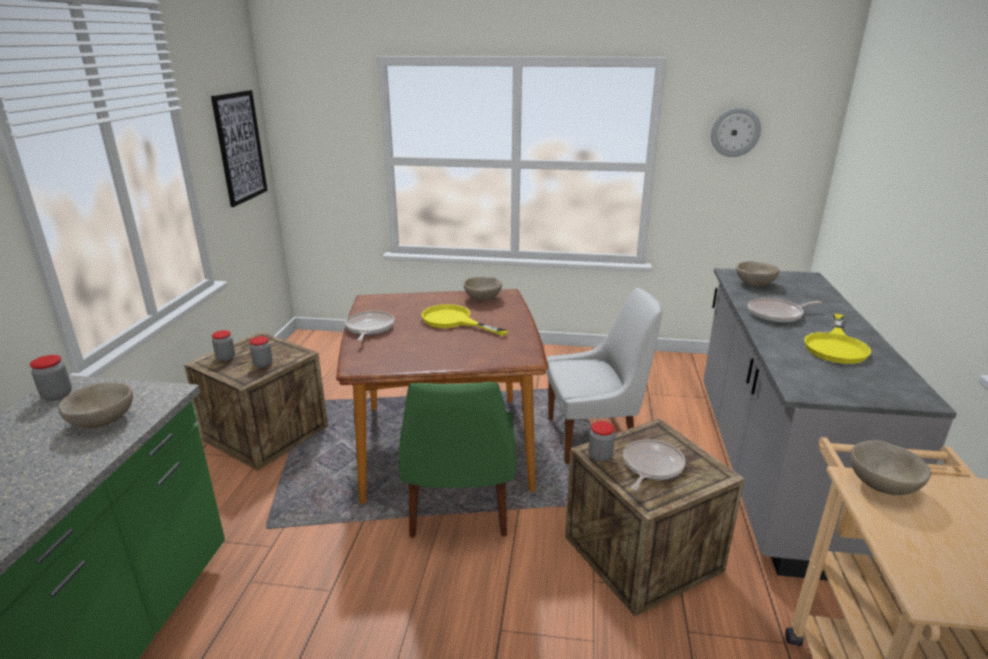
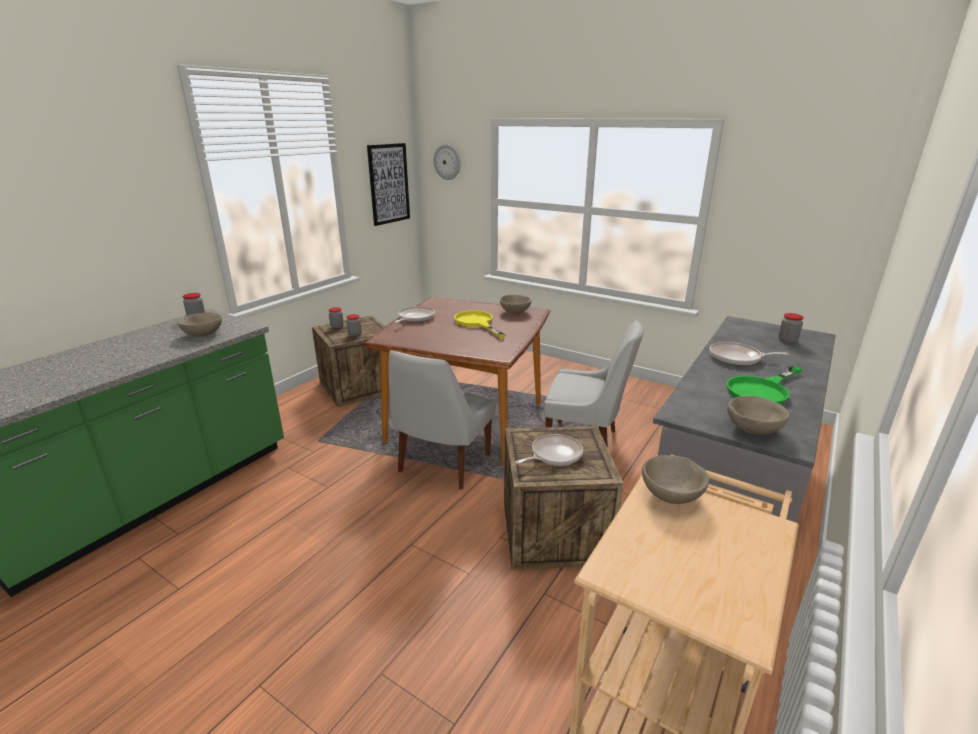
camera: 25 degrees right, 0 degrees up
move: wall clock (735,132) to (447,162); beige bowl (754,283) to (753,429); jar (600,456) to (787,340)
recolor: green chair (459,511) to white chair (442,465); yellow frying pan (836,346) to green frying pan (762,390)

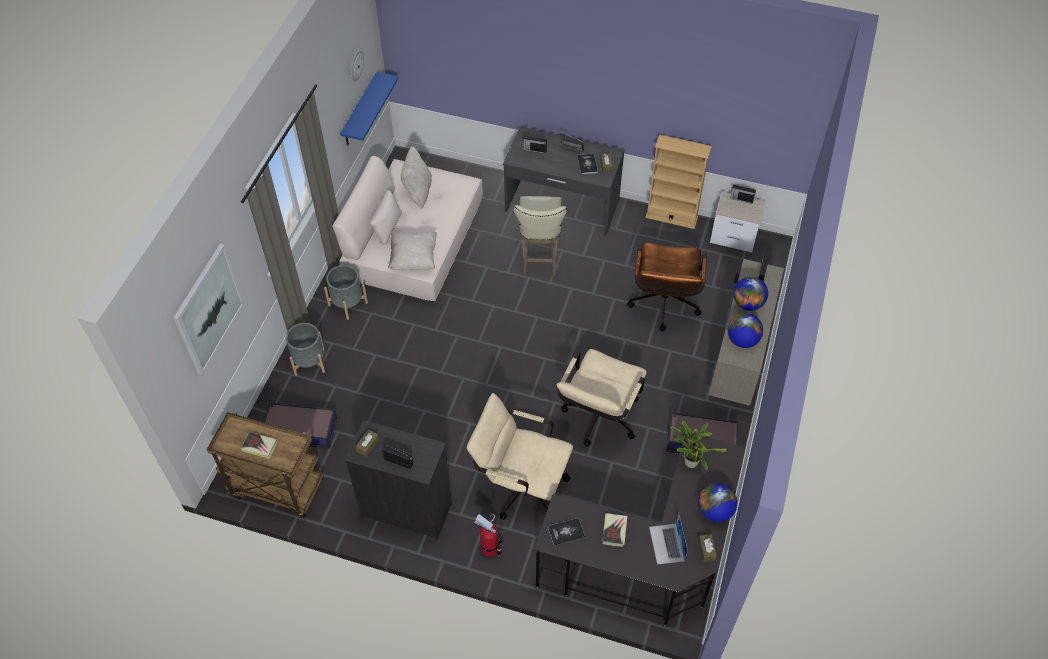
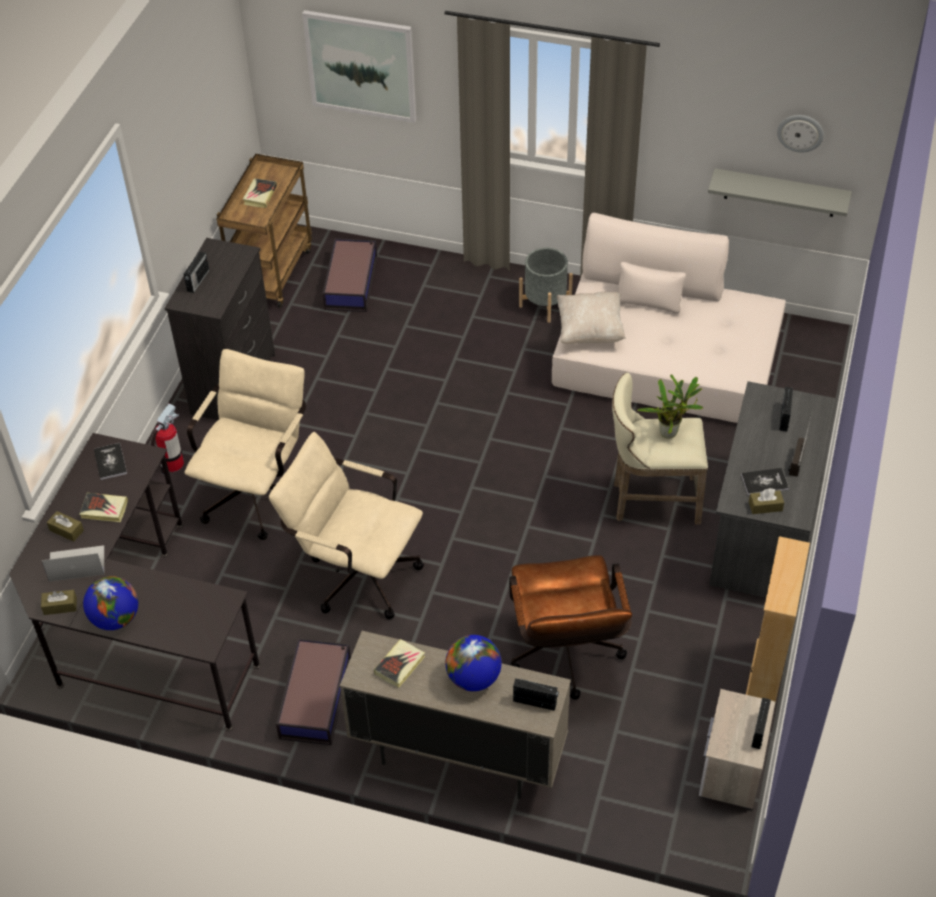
camera: 90 degrees right, 5 degrees down
delete: grey planter (309,362); beige pillow (418,191)
move: brown tissue box (368,445) to (66,530); potted plant (690,461) to (671,432)
replace: globe (742,340) to book (400,665)
recolor: blue shelf (360,110) to grey shelf (780,193)
rotate: brown office chair (663,307) = (565,659) 105 degrees counterclockwise

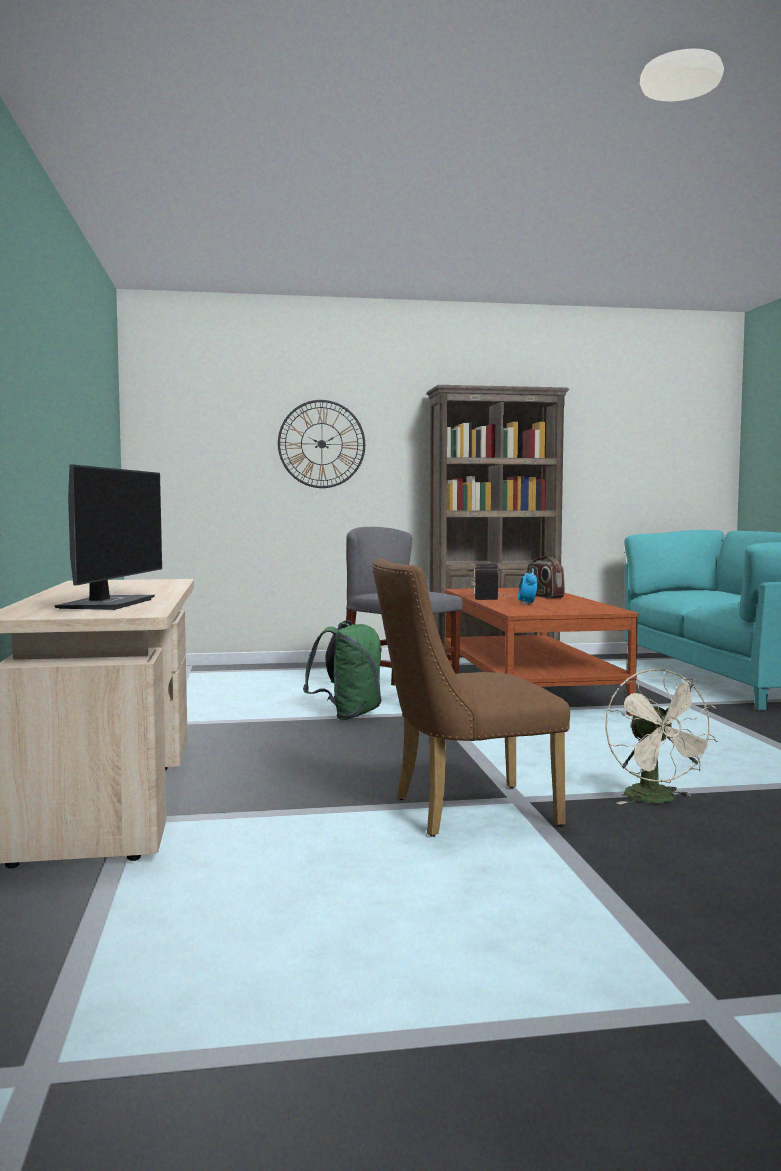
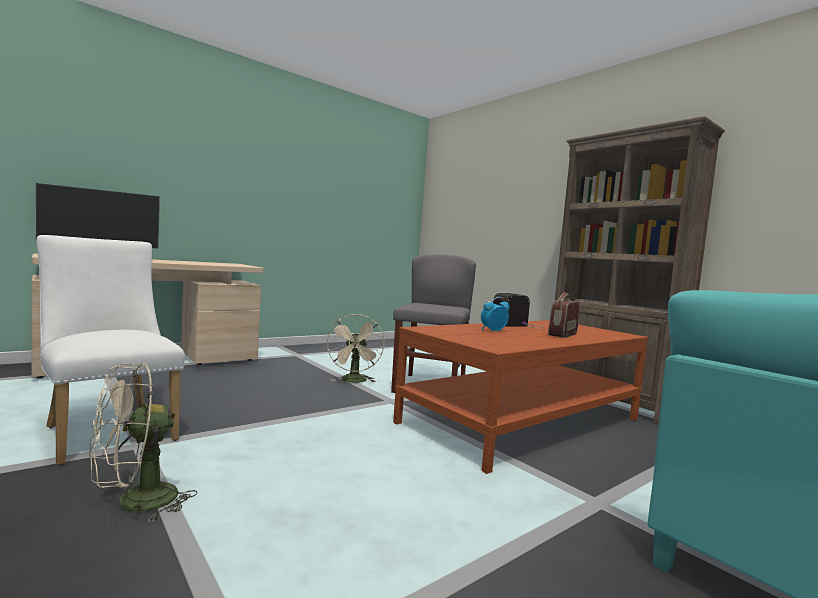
camera: 60 degrees right, 0 degrees up
delete: wall clock (321,444)
replace: green backpack (348,715) to beige fan (354,381)
recolor: brown chair (462,812) to white chair (107,431)

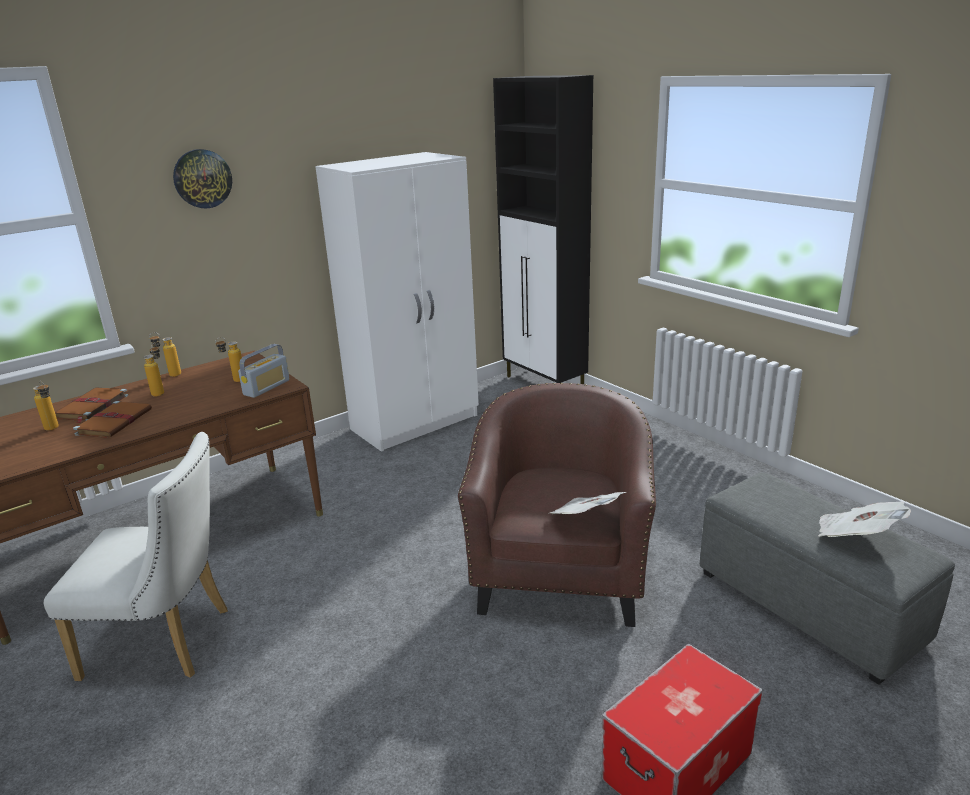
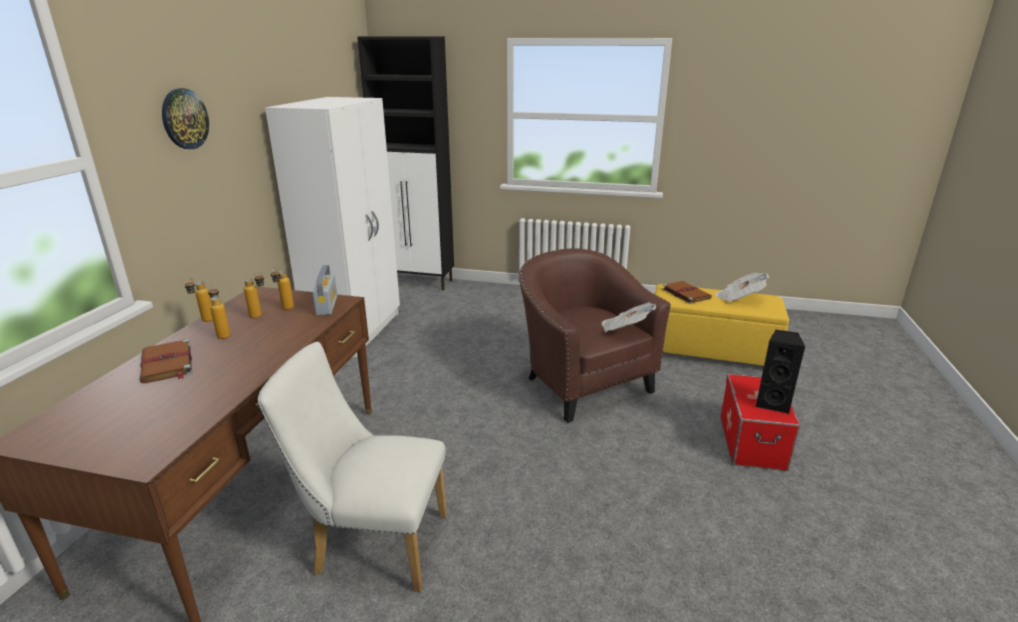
camera: 40 degrees left, 0 degrees up
insert: black speaker (772,403)
move: bottle (54,429) to (260,316); brown book (115,421) to (685,293)
recolor: grey ottoman (809,607) to yellow ottoman (711,351)
rotate: white chair (168,642) = (372,543) 135 degrees counterclockwise

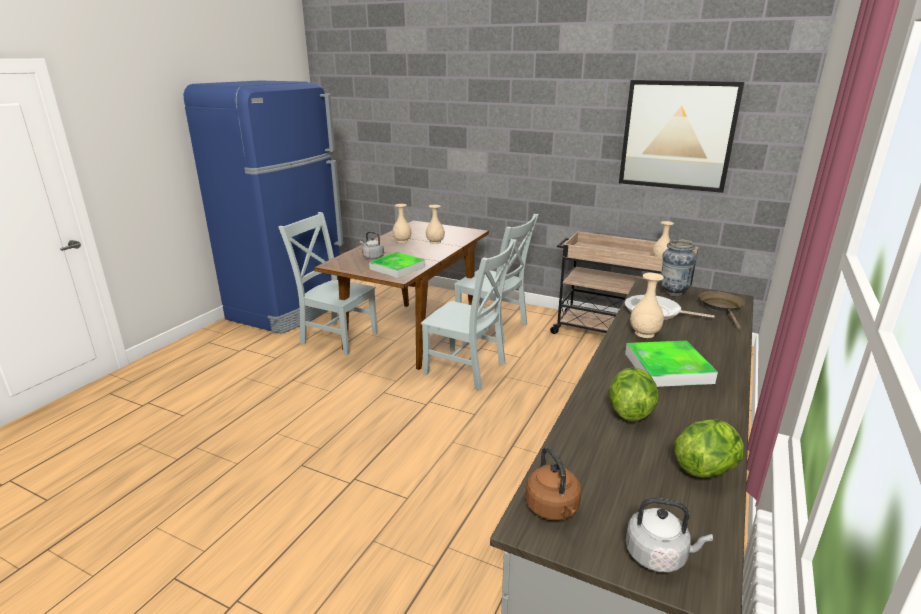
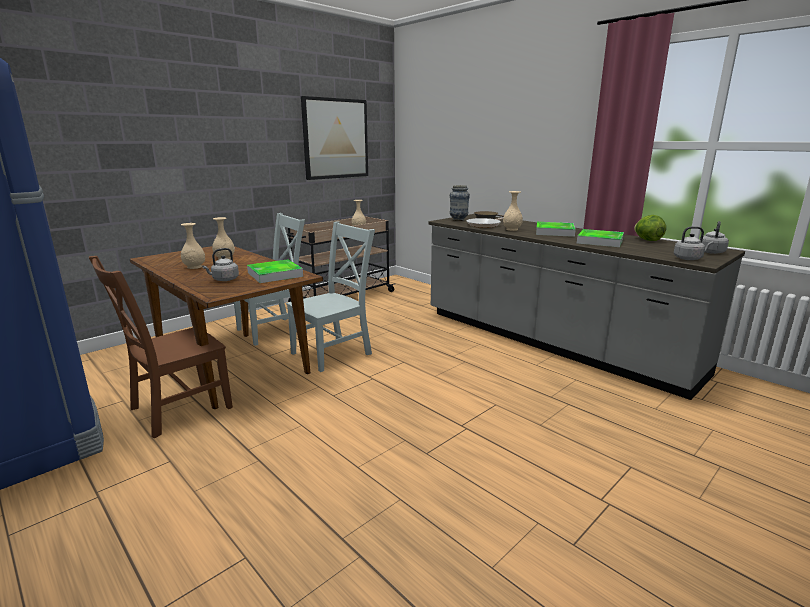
camera: 70 degrees left, 5 degrees down
replace: lettuce (629,411) to tray (600,241)
recolor: grey chair (337,337) to brown chair (176,409); brown kettle (553,509) to grey kettle (689,258)

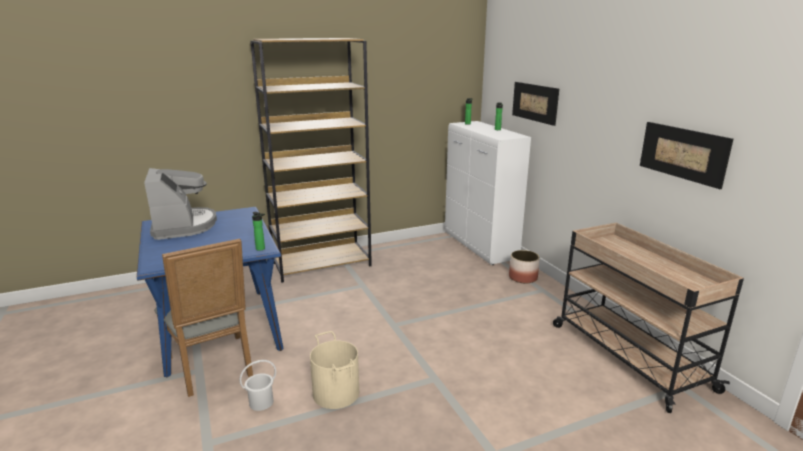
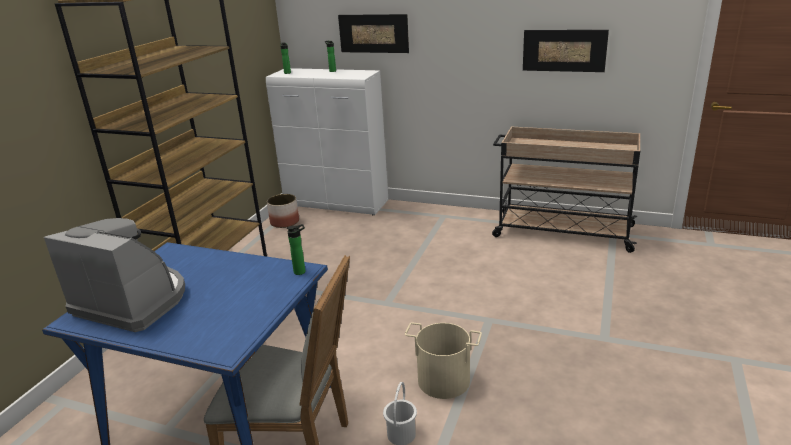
camera: 45 degrees left, 5 degrees up
move: planter (523,278) to (285,222)

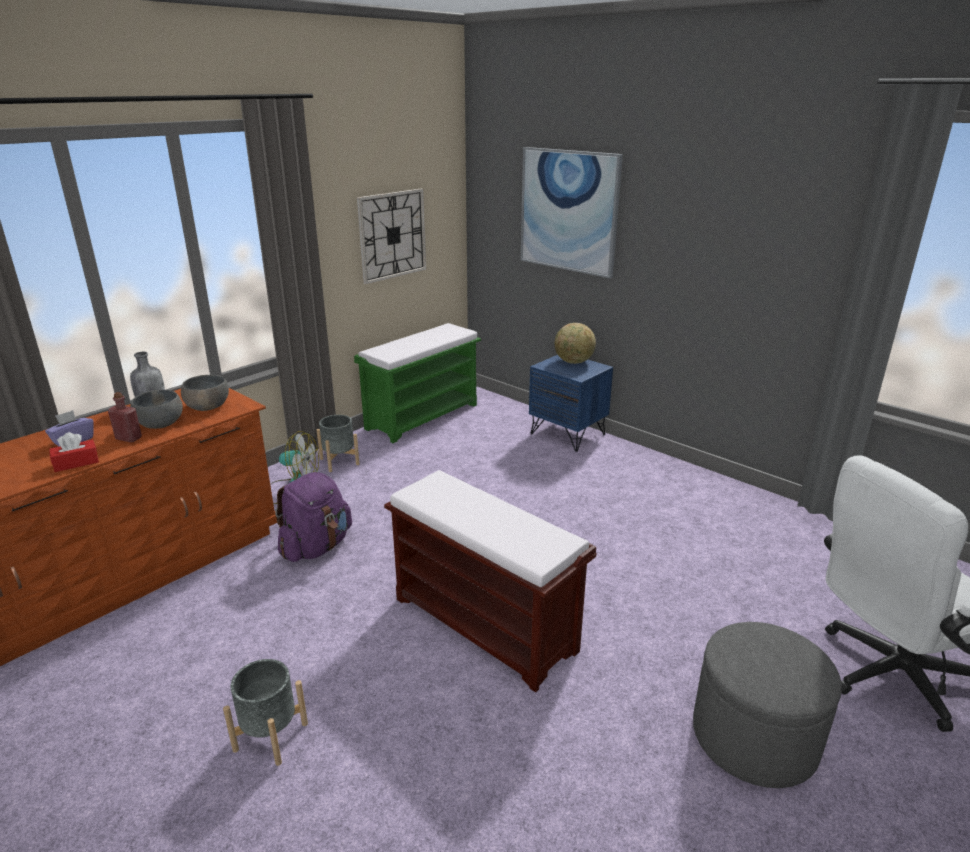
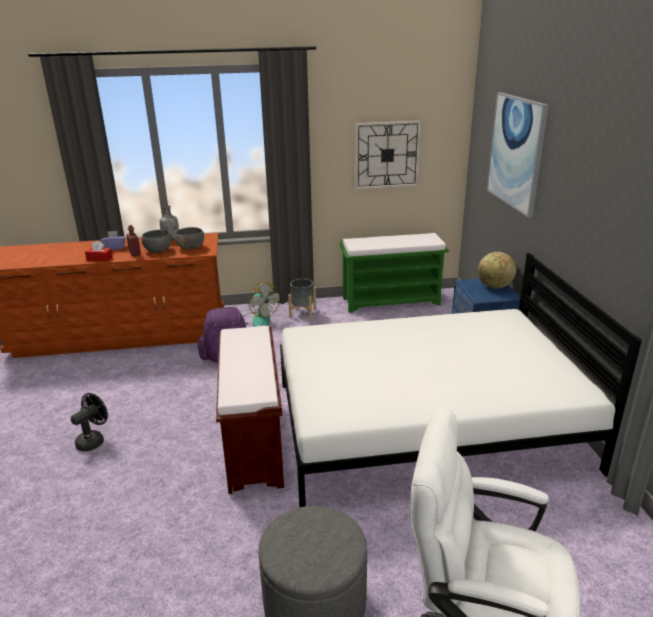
camera: 40 degrees right, 0 degrees up
insert: white bed (426,424)
replace: grey planter (271,736) to black fan (93,440)

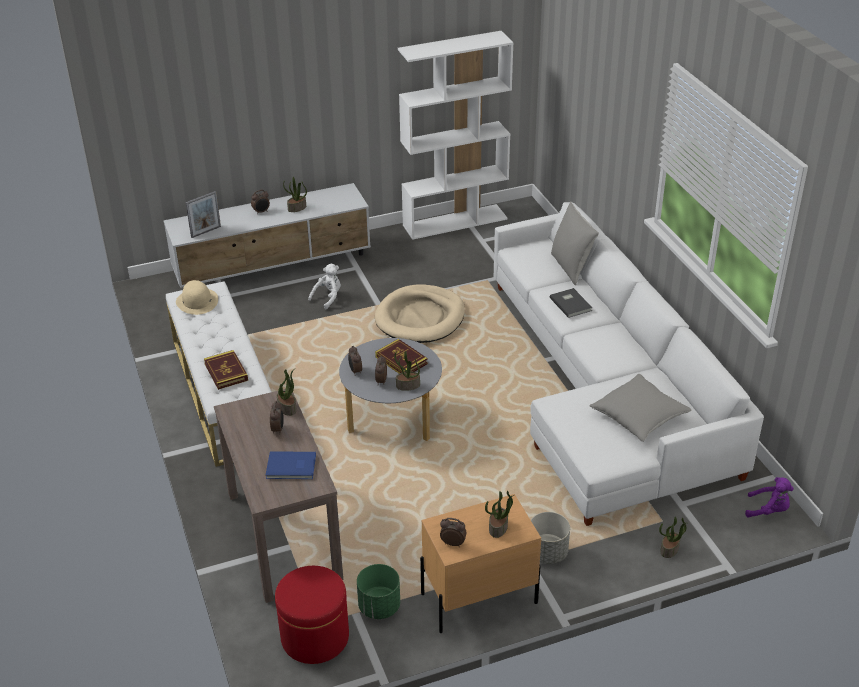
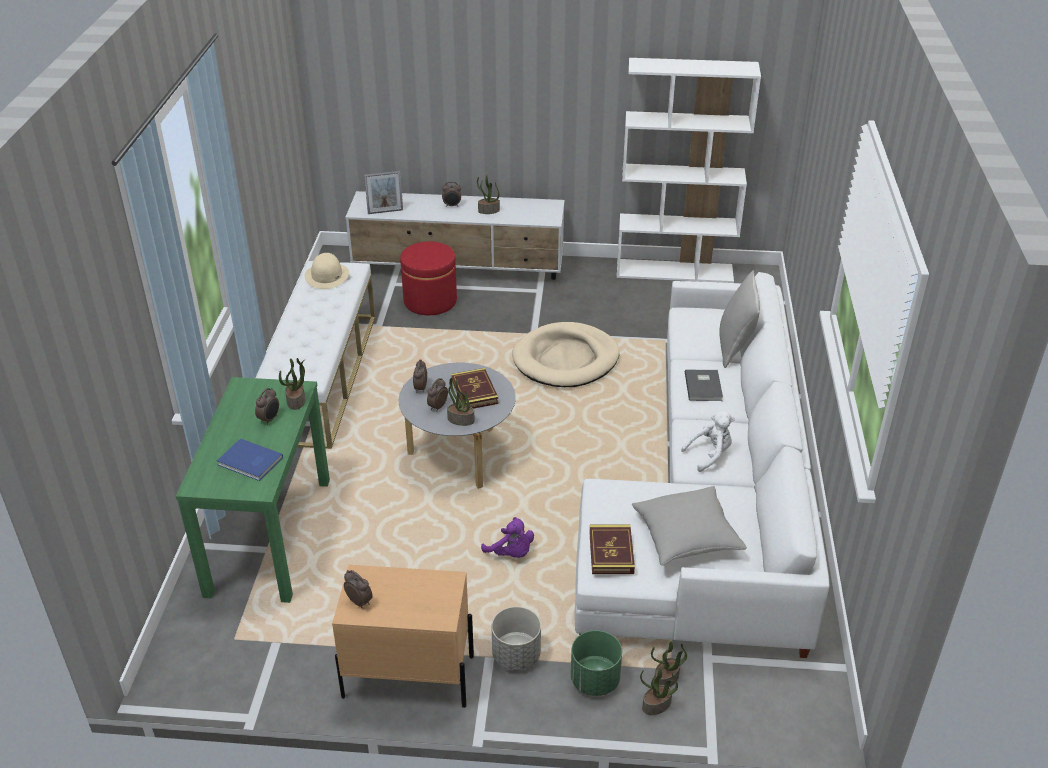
camera: 25 degrees right, 0 degrees up
move: red ottoman (315,637) to (430,301); purple plush toy (768,510) to (511,553); green planter (379,606) to (594,680); book (226,372) to (611,552); potted plant (498,528) to (666,679); white plush toy (328,297) to (710,455)
recolor: brown console table (283,535) to green console table (269,535)

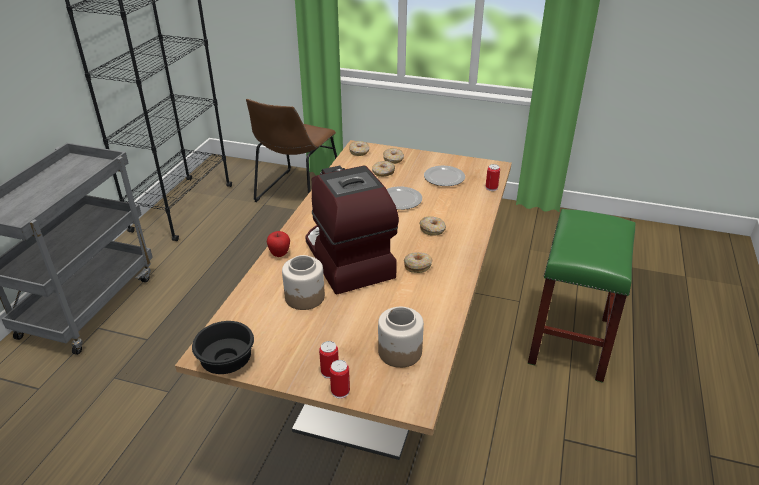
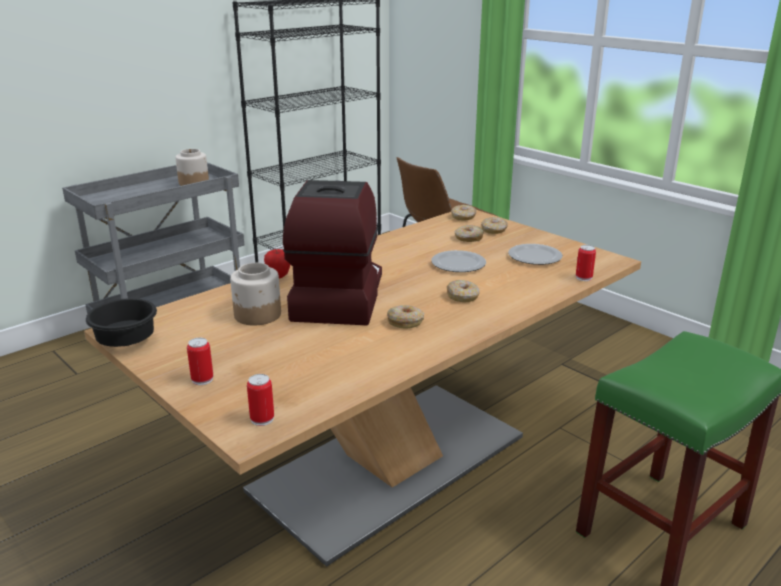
camera: 30 degrees right, 10 degrees down
move: jar (399,351) to (193,182); can (340,391) to (262,419)

